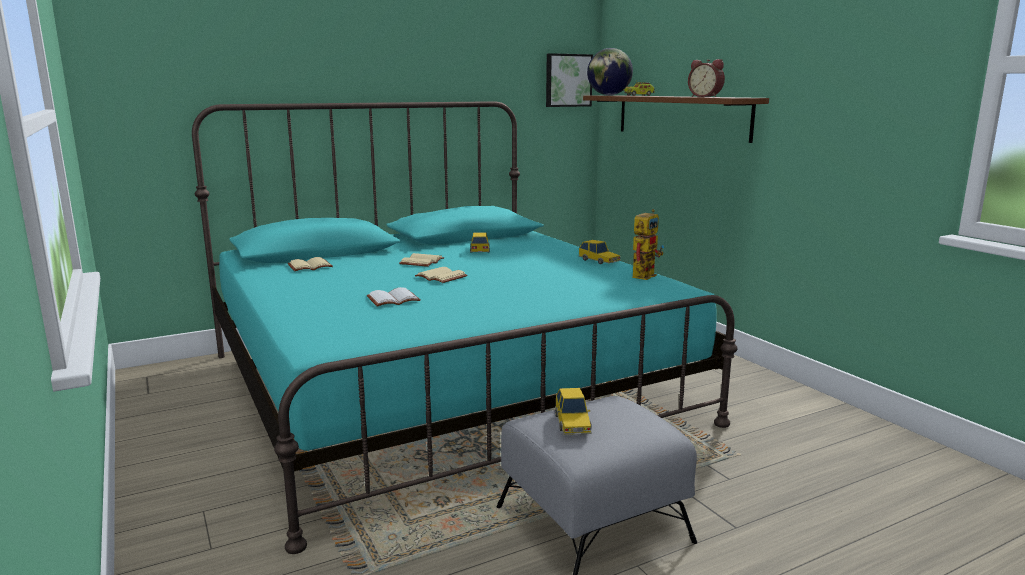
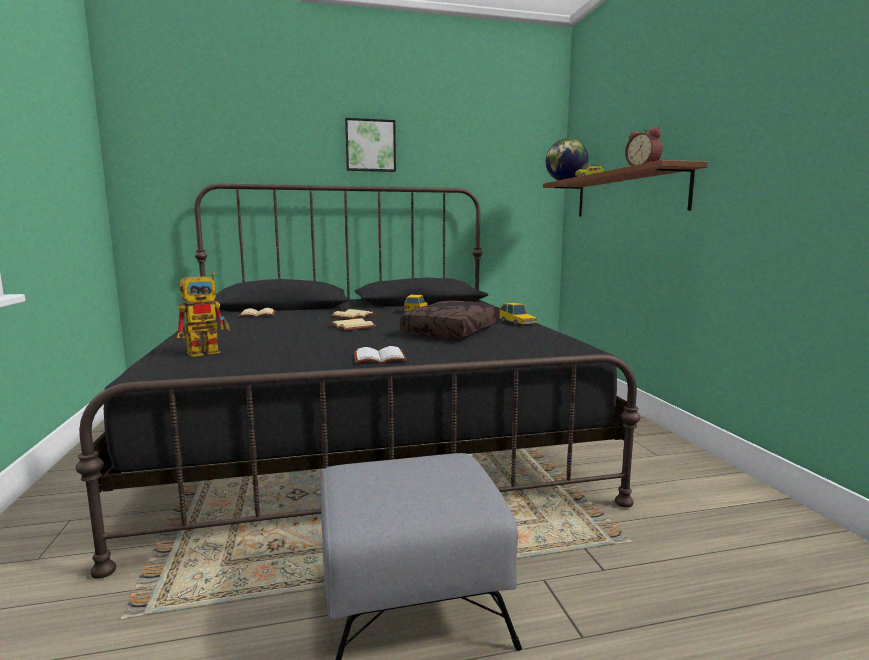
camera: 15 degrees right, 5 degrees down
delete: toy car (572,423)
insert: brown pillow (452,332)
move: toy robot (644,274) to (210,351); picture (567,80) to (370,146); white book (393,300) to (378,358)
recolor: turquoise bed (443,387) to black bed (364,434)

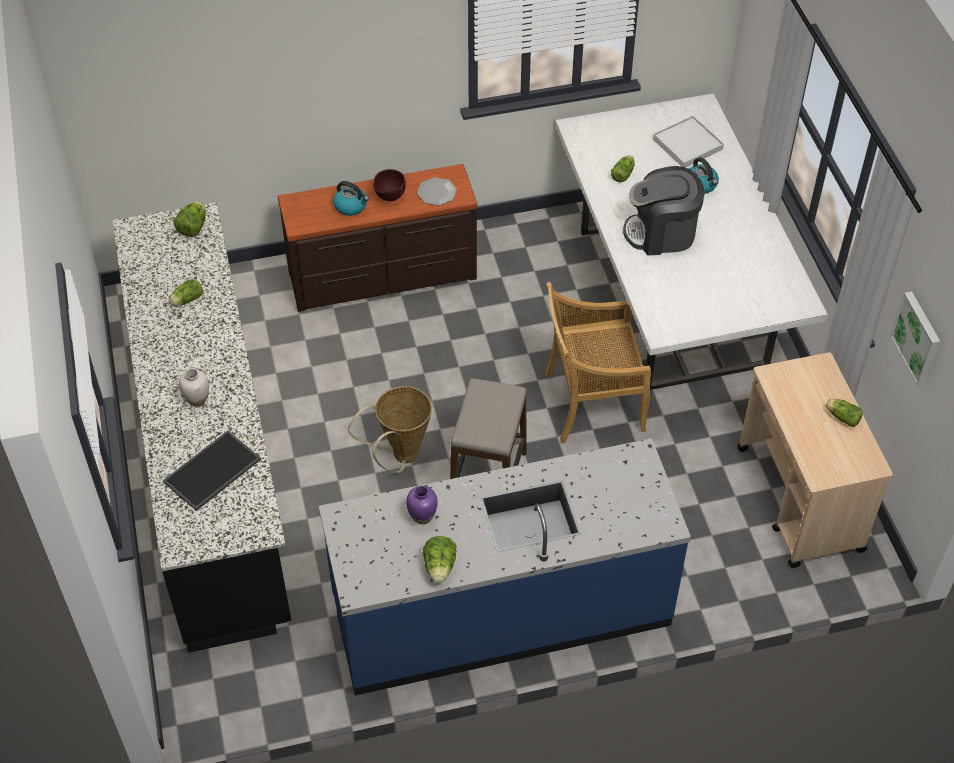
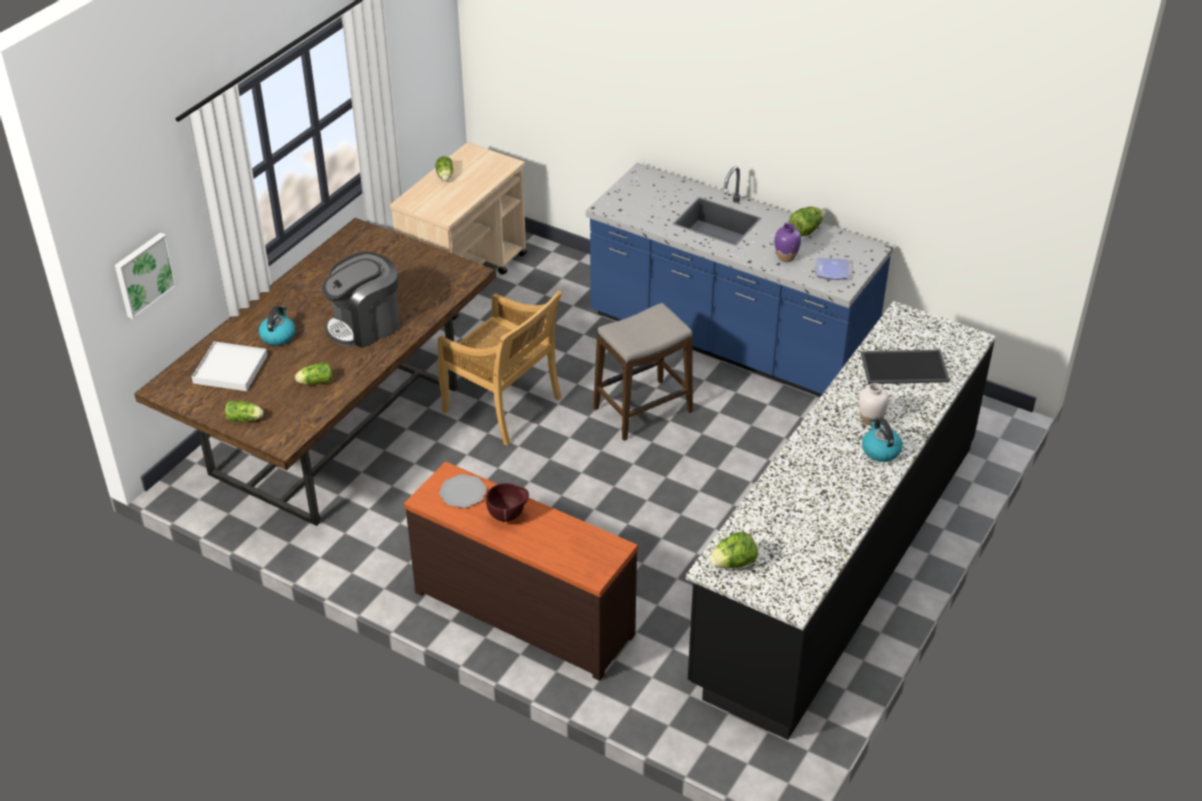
camera: 135 degrees left, 10 degrees down
delete: basket (400,457)
insert: plate (831,270)
move: picture (918,338) to (143,274); lettuce (186,300) to (246,419); kettle (351,206) to (880,450)
recolor: white dining table (672,299) to brown dining table (338,429)
rotate: coffee machine (661,233) = (365,325) 105 degrees clockwise

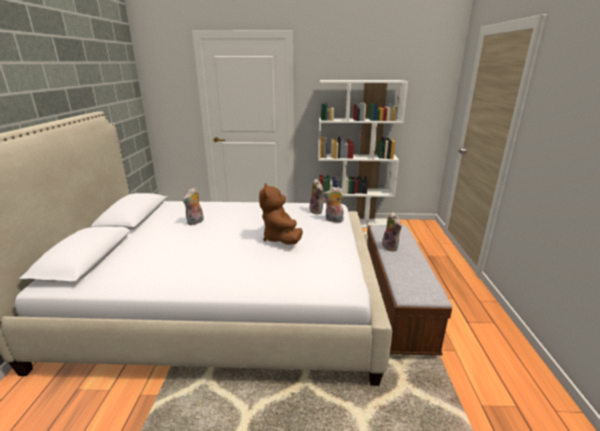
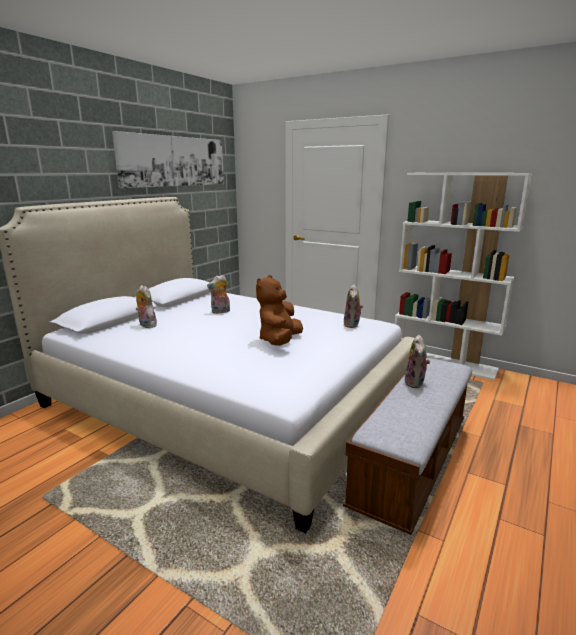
camera: 30 degrees right, 5 degrees down
insert: picture (174,161)
move: plush toy (333,220) to (146,325)

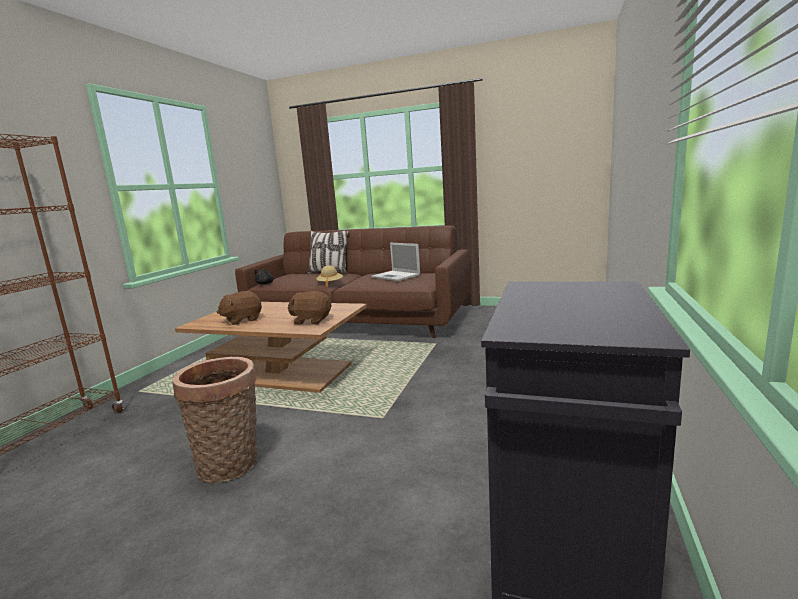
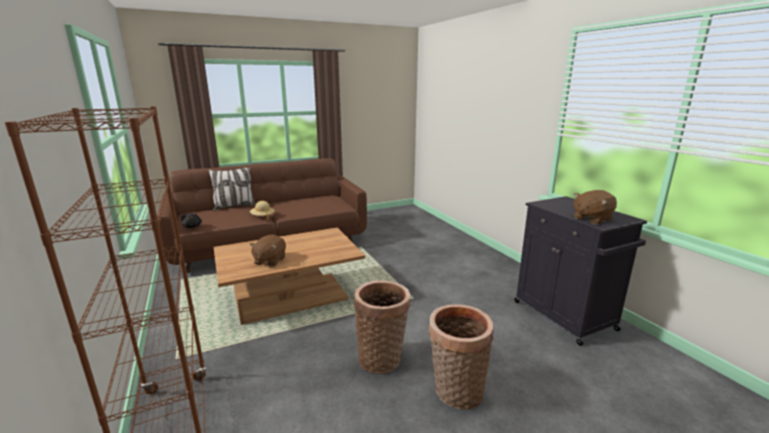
camera: 45 degrees left, 5 degrees up
delete: laptop (396,276)
insert: basket (455,392)
move: brown plush toy (311,320) to (591,219)

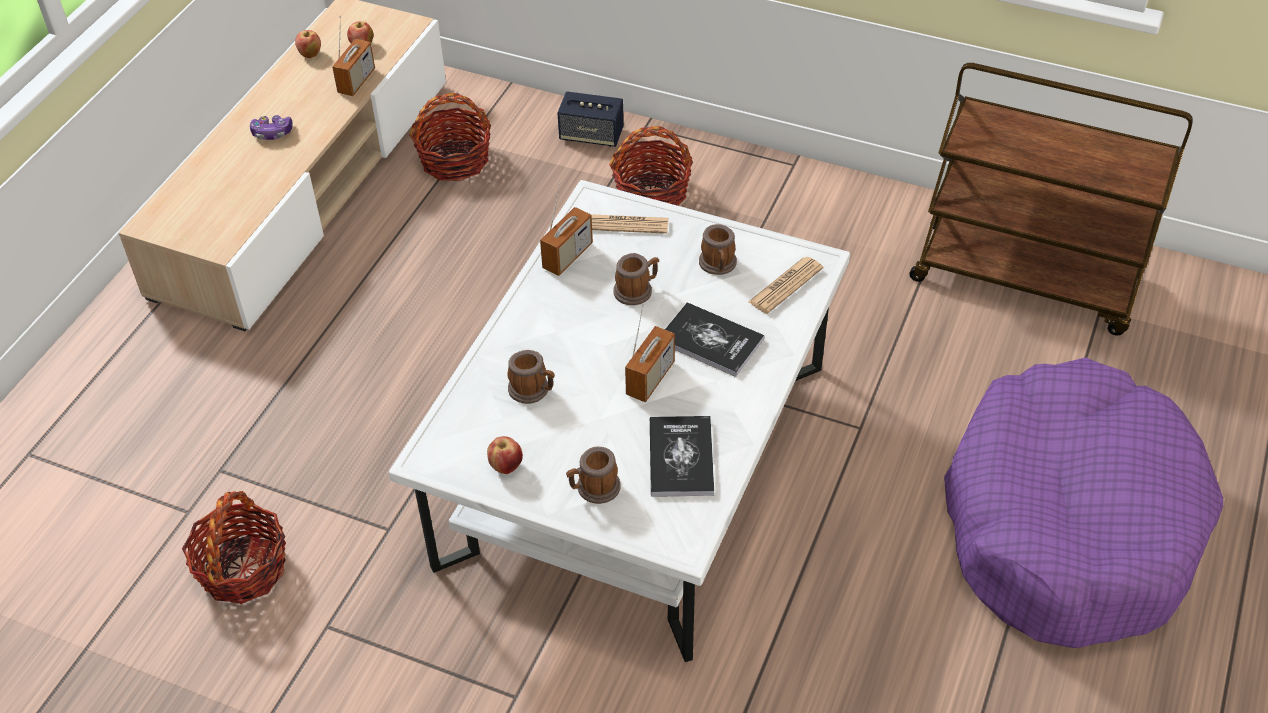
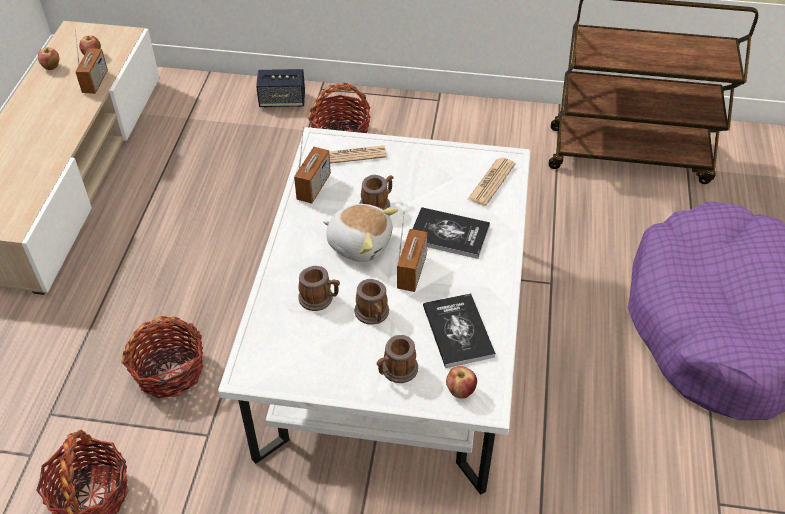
camera: 15 degrees left, 0 degrees up
delete: game controller (272,133)
insert: plush toy (359,243)
move: basket (455,160) to (170,371); mug (718,265) to (373,314); apple (506,466) to (460,391)

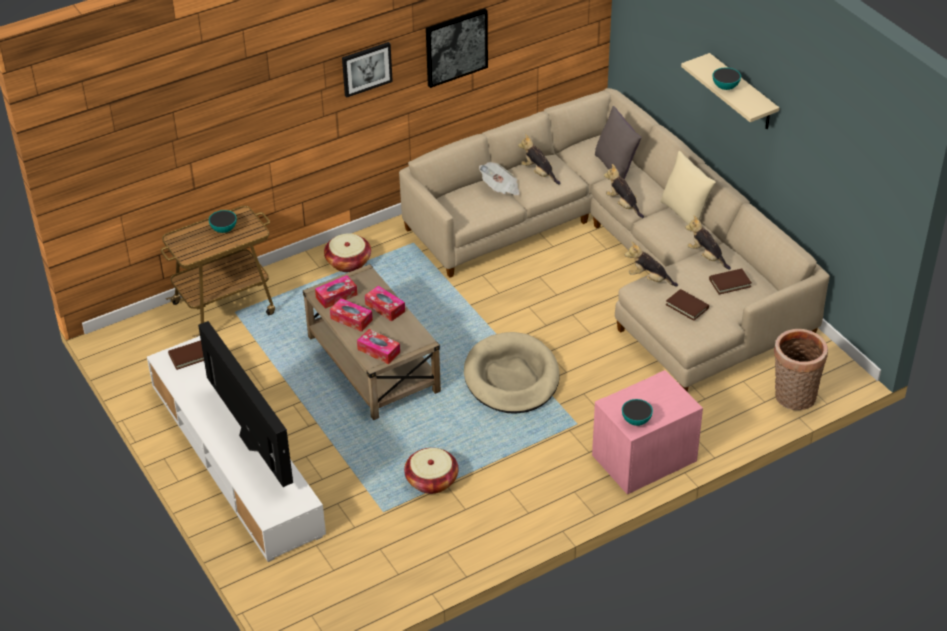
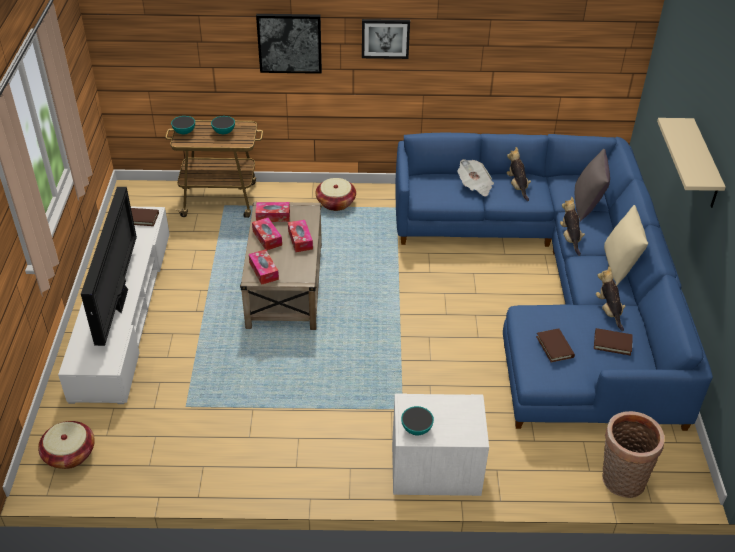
camera: 30 degrees right, 0 degrees up
delete: beige dog bed (511,377); plush toy (649,279)
move: basket (432,480) to (70,454); bowl (725,87) to (184,132); picture (456,47) to (289,43)
recolor: pink nightstand (643,458) to white nightstand (434,468); beige sofa (621,257) to blue sofa (555,286)

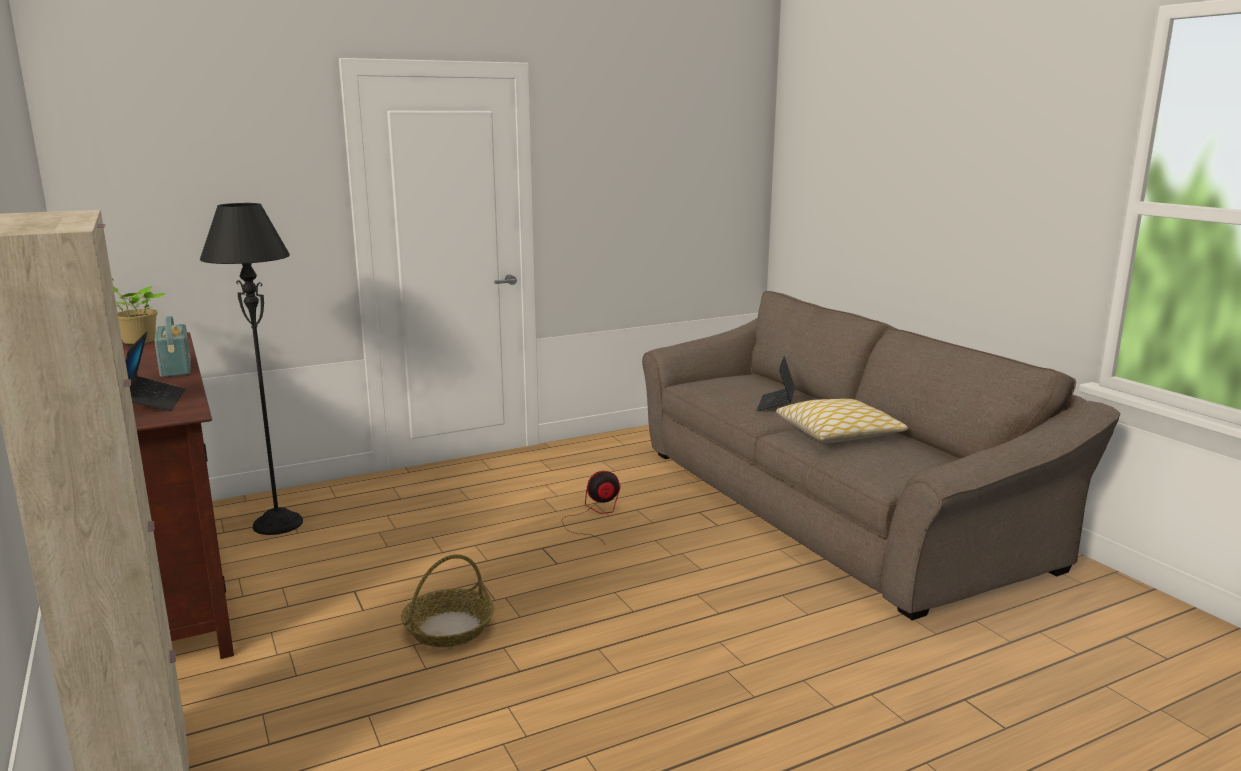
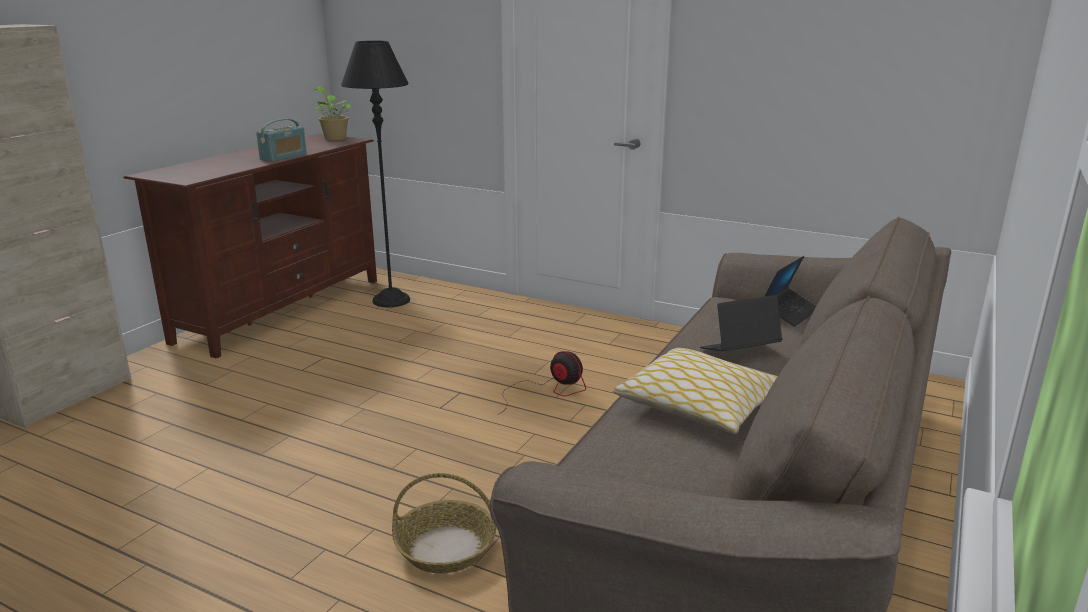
camera: 55 degrees right, 5 degrees up
move: basket (449,628) to (446,547); laptop (153,401) to (789,313)

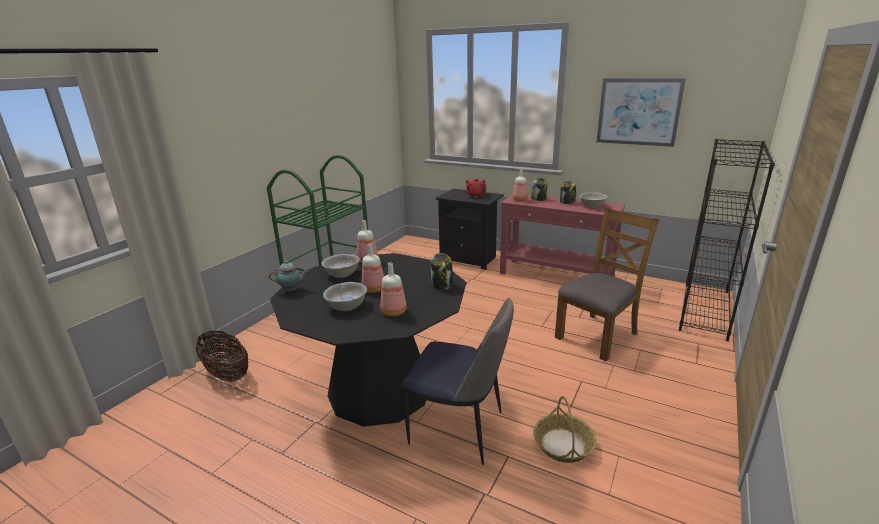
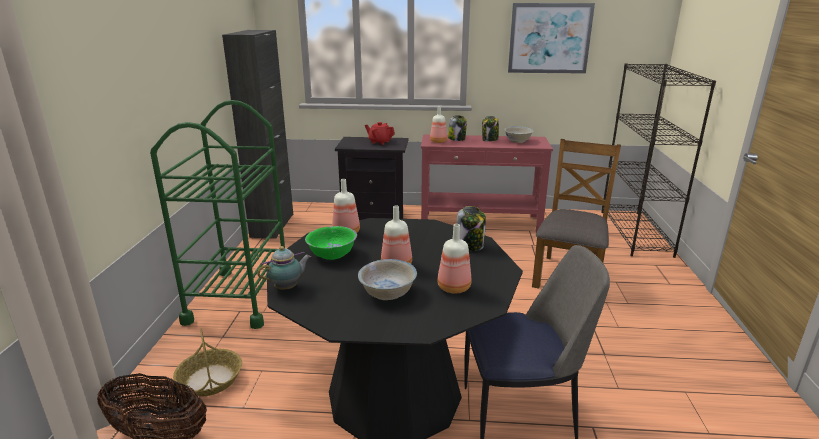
camera: 25 degrees left, 0 degrees up
insert: black cabinet (272,225)
move: basket (563,445) to (210,379)
recolor: white bowl (342,274) to green bowl (332,254)

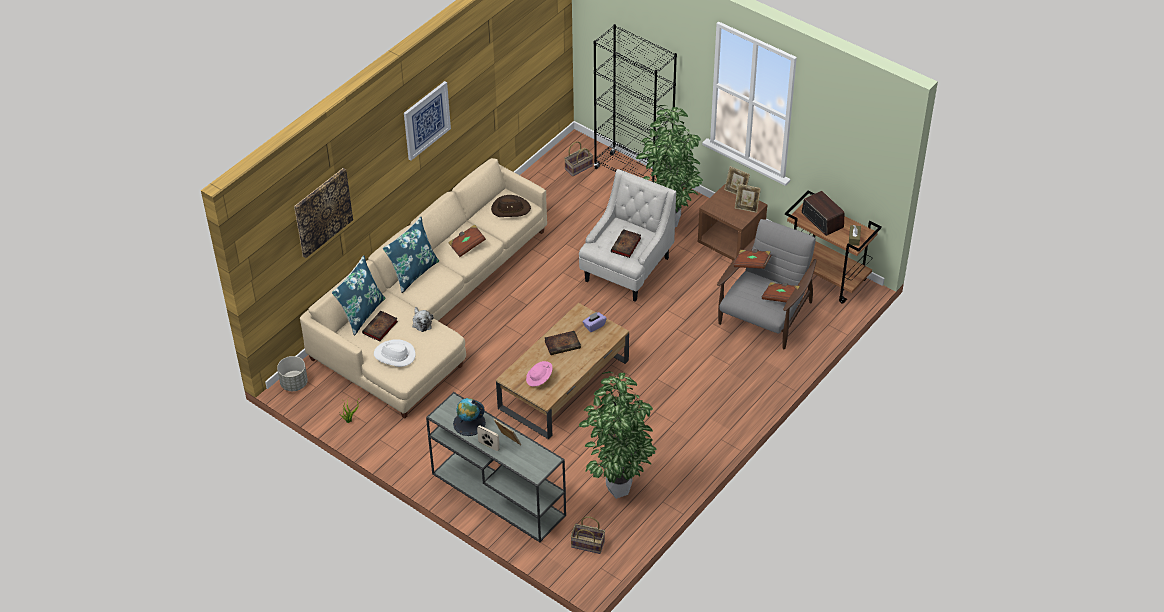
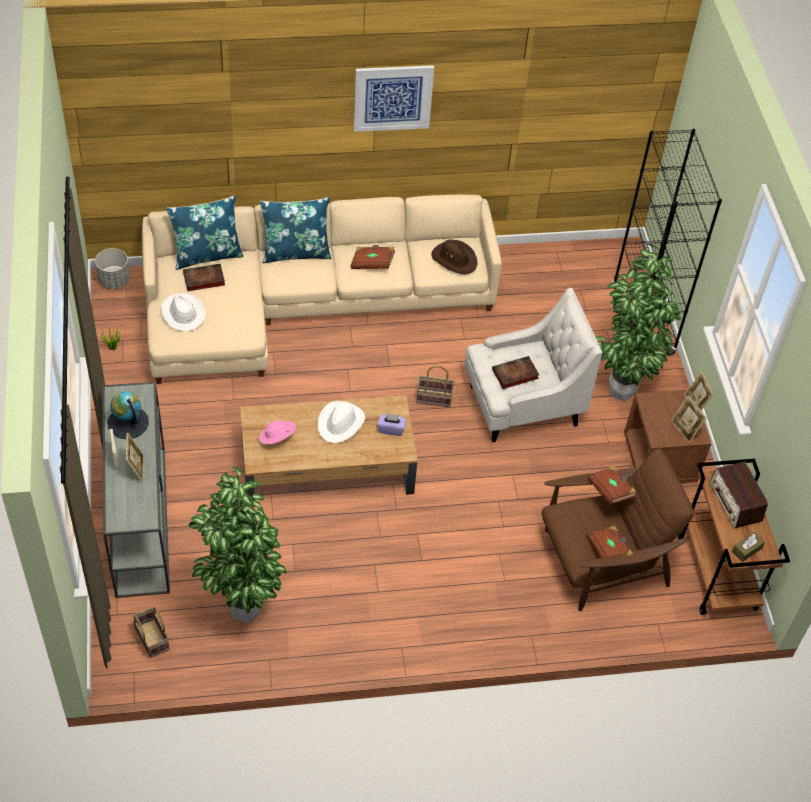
camera: 40 degrees right, 5 degrees up
delete: picture (322,212); plush toy (421,323)
move: basket (578,168) to (433,398)
replace: book (563,344) to white hat (340,423)
recolor: grey armchair (765,315) to brown armchair (602,560)
rotate: radio (822,220) = (735,502) 150 degrees clockwise

